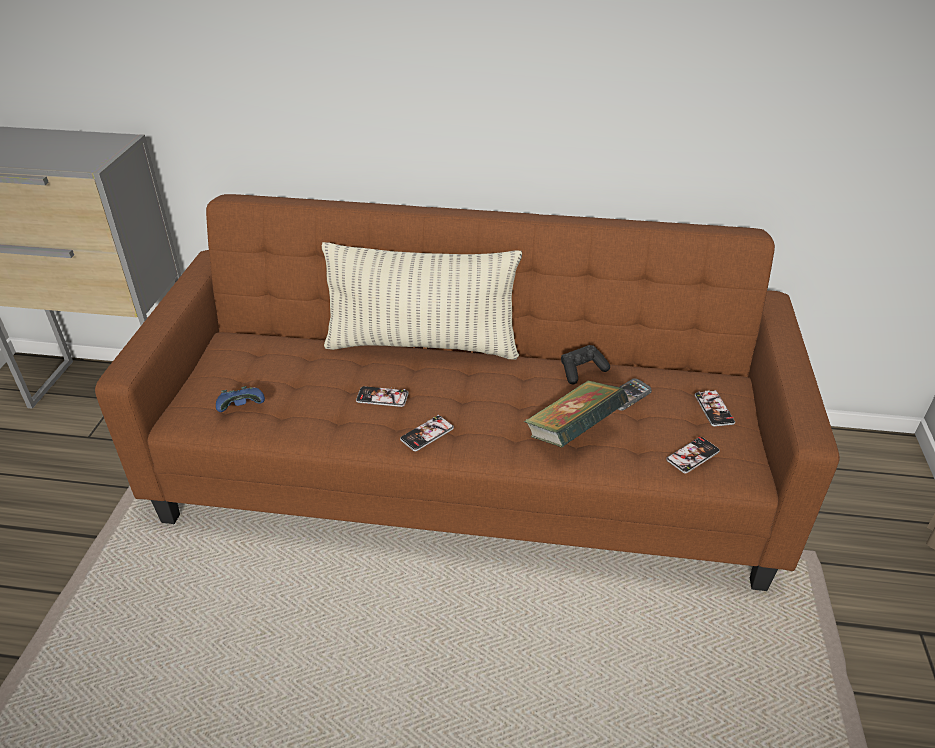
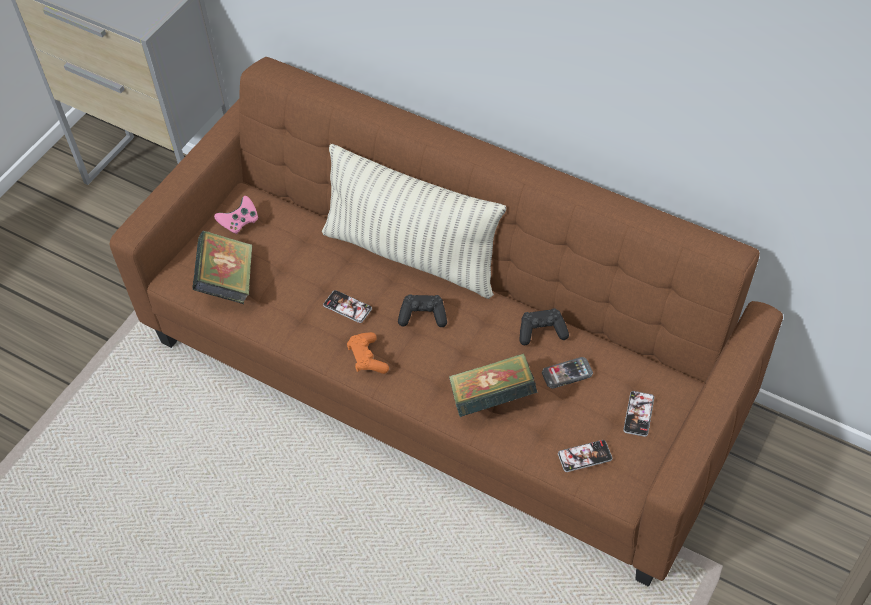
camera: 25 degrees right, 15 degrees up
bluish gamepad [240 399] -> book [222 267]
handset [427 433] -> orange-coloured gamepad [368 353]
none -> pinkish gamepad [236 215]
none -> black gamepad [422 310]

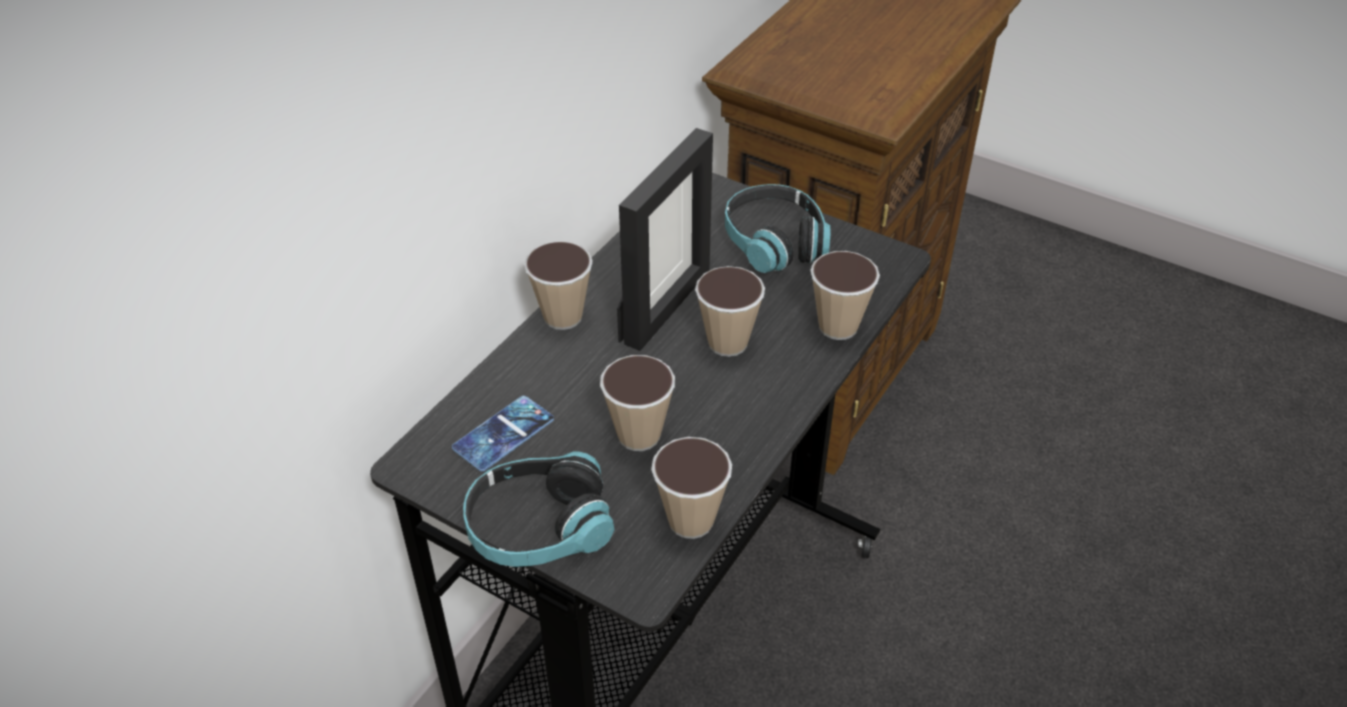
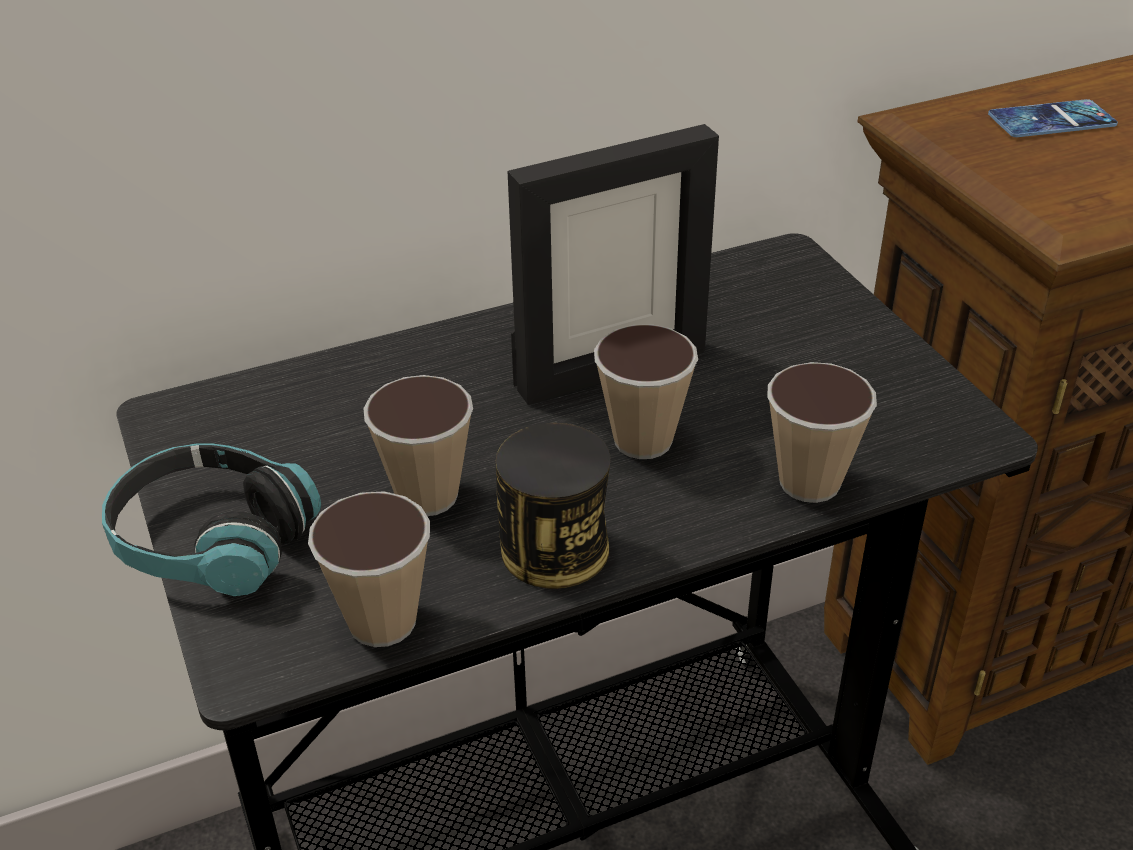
camera: 35 degrees right, 5 degrees down
handset [503 434] -> handset [1053 118], moved
small cup [558 285] -> none
pair of headphones [778 228] -> none
none -> metal can [553 506]

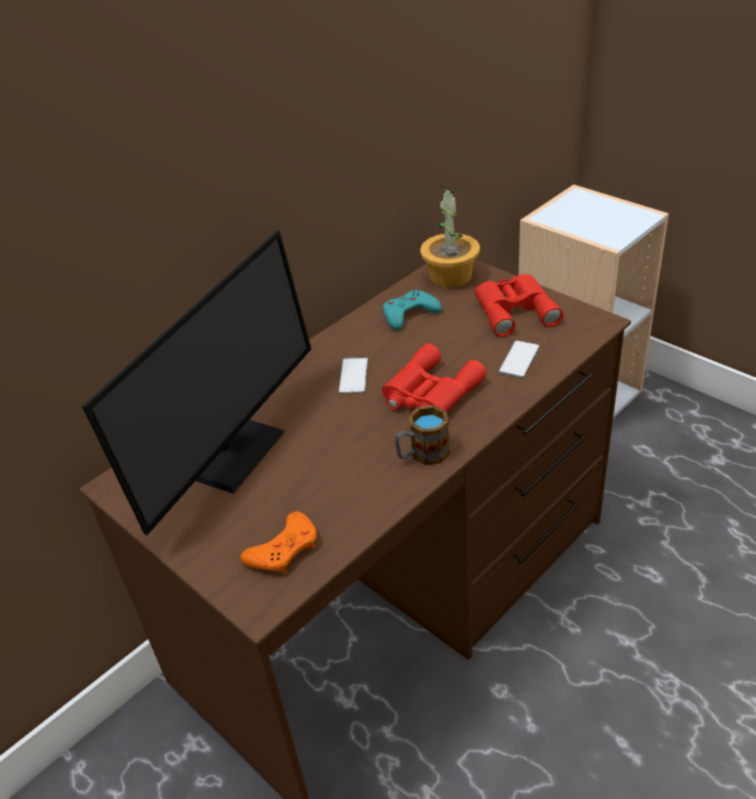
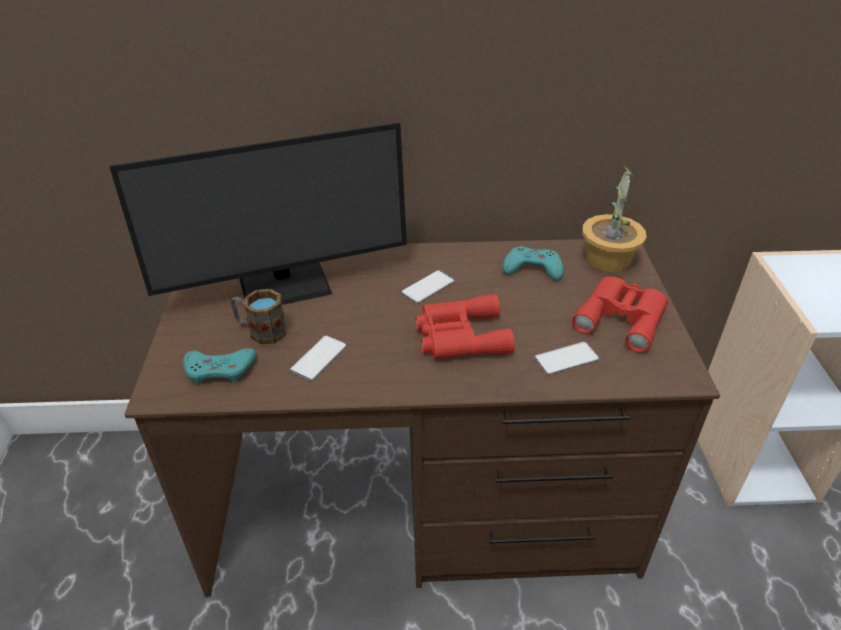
camera: 40 degrees right, 0 degrees up
orange-coloured gamepad [278 543] -> turquoise-coloured gamepad [219 367]
coffee mug [422 435] -> coffee mug [258 316], moved
none -> handset [318 358]

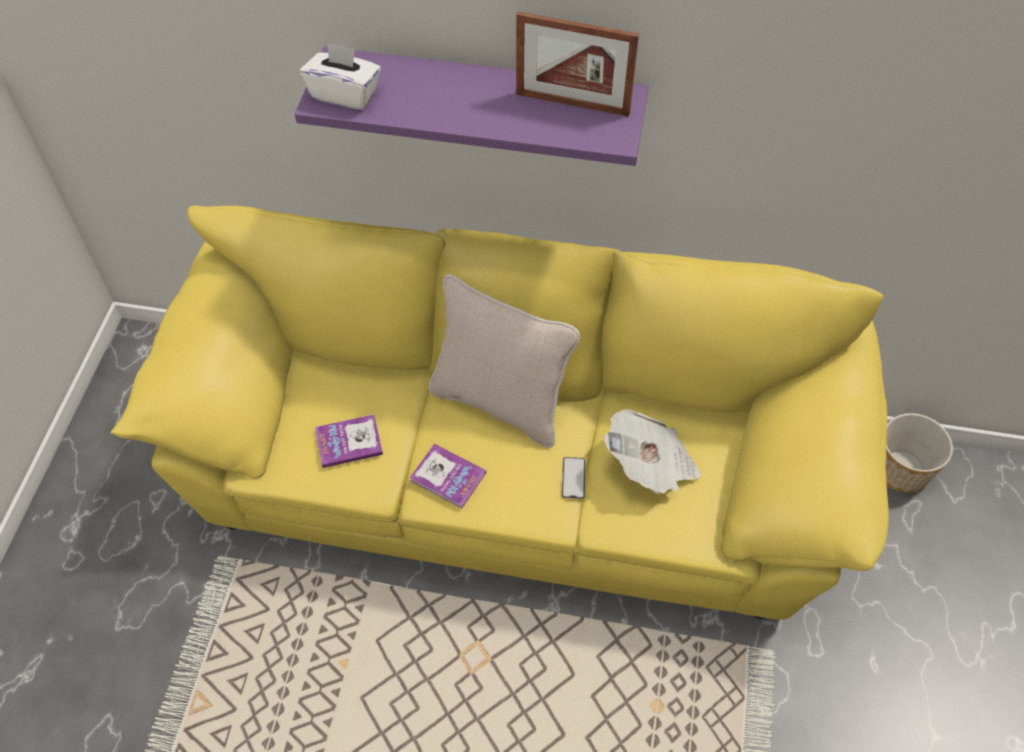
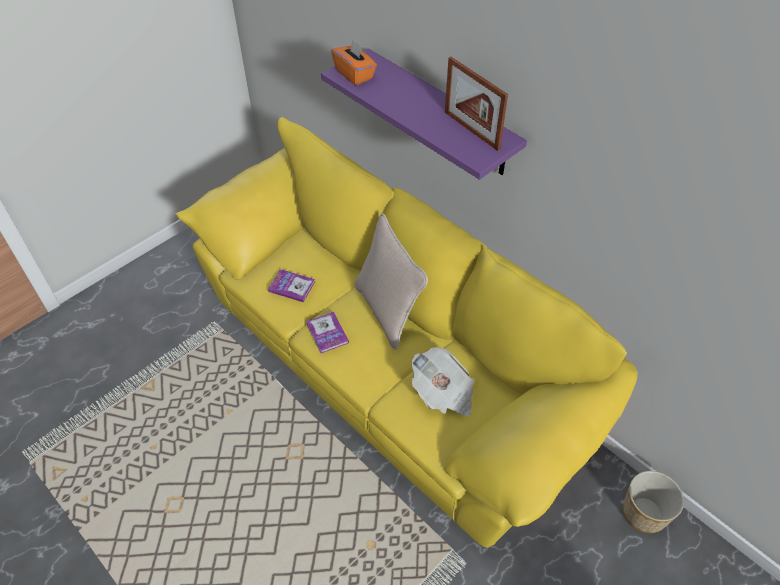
camera: 35 degrees right, 5 degrees down
white-coloured tissue holder [340 76] -> orange-coloured tissue holder [354 62]
handset [574 478] -> none

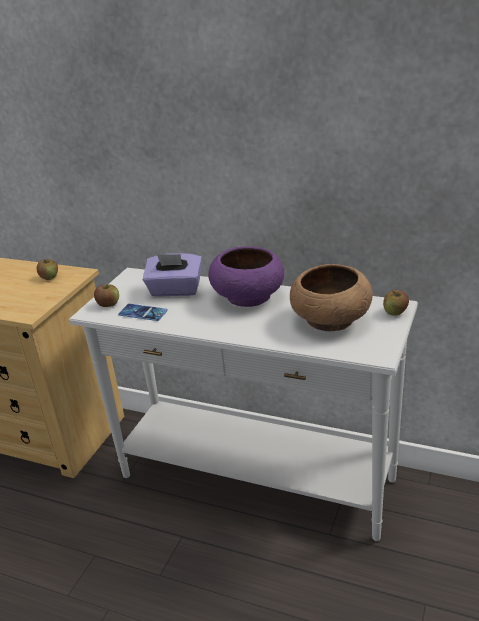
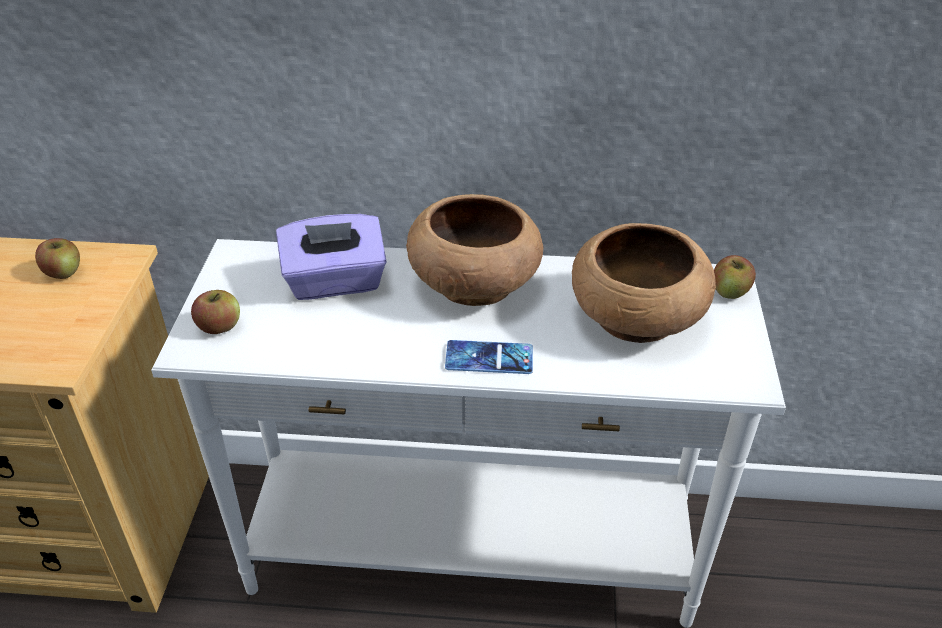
camera: 20 degrees left, 10 degrees up
handset [143 312] -> handset [489 357], moved
purple-coloured deep dish [246 276] -> brownish deep dish [474 250]

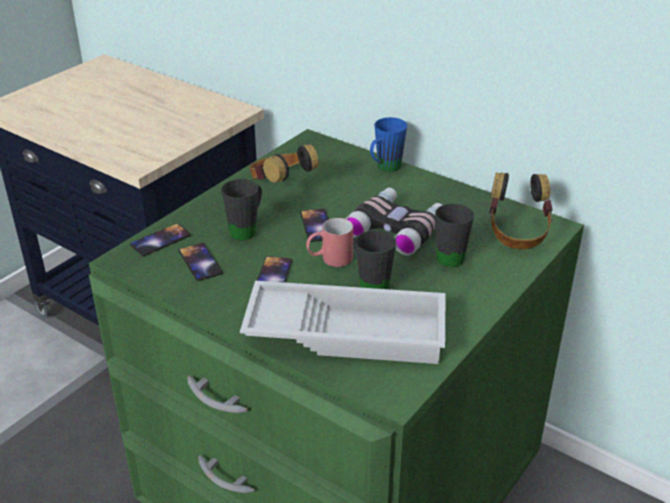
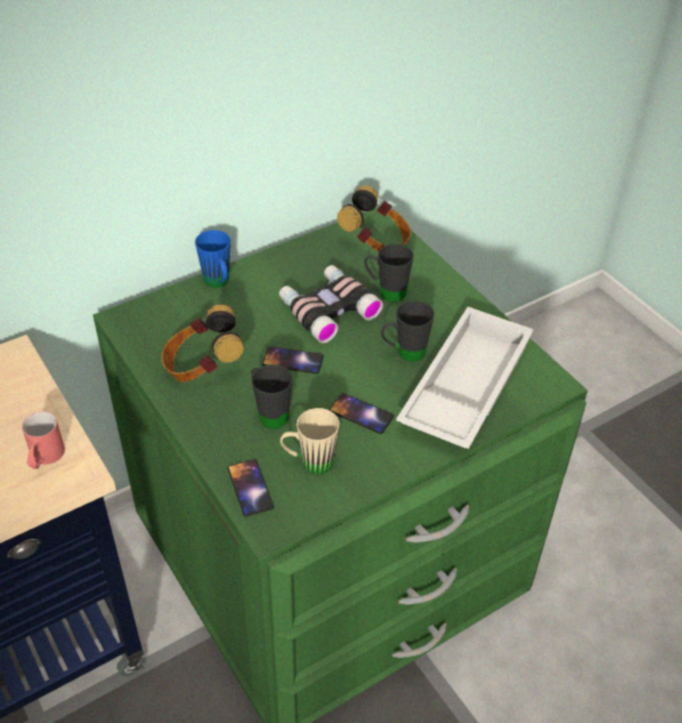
camera: 70 degrees left, 10 degrees up
handset [200 262] -> beige coffee mug [309 441]
red coffee mug [329 242] -> red coffee mug [43 440], moved

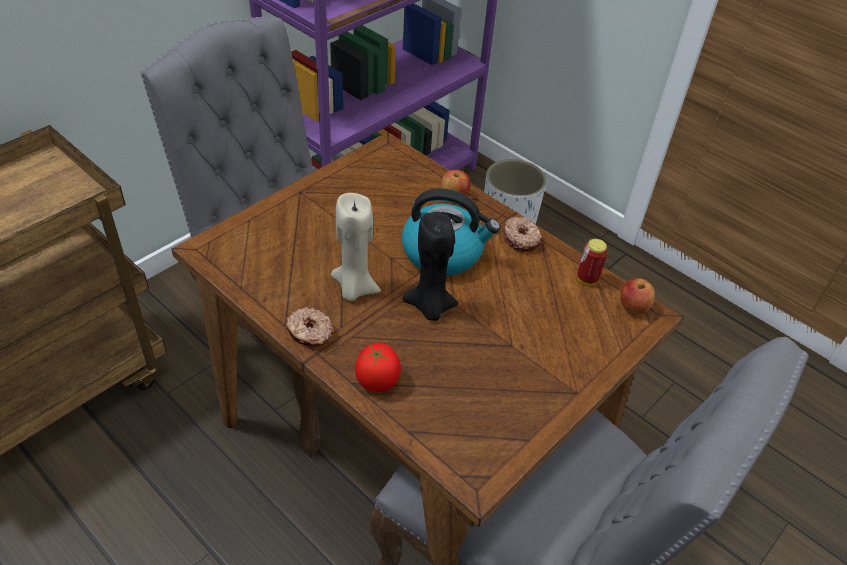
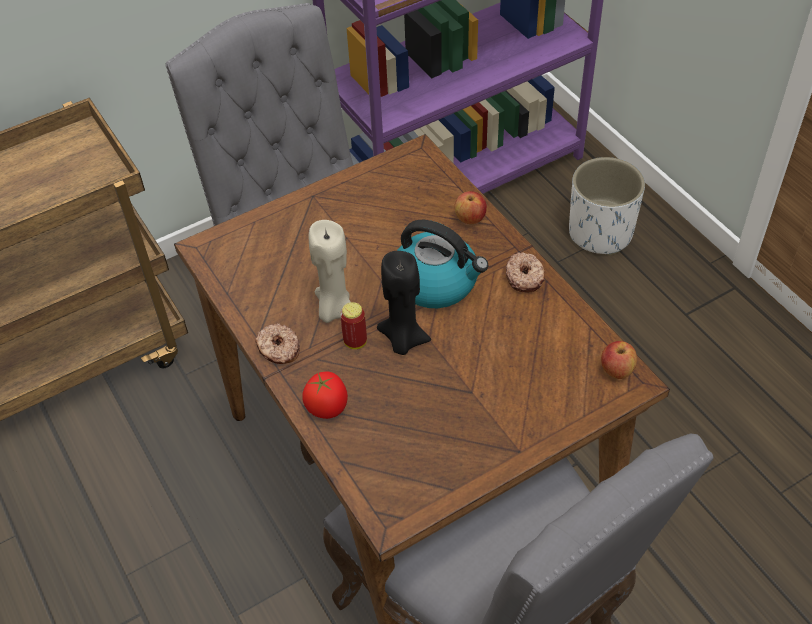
camera: 20 degrees right, 5 degrees up
metal can [592 262] -> metal can [353 325], moved

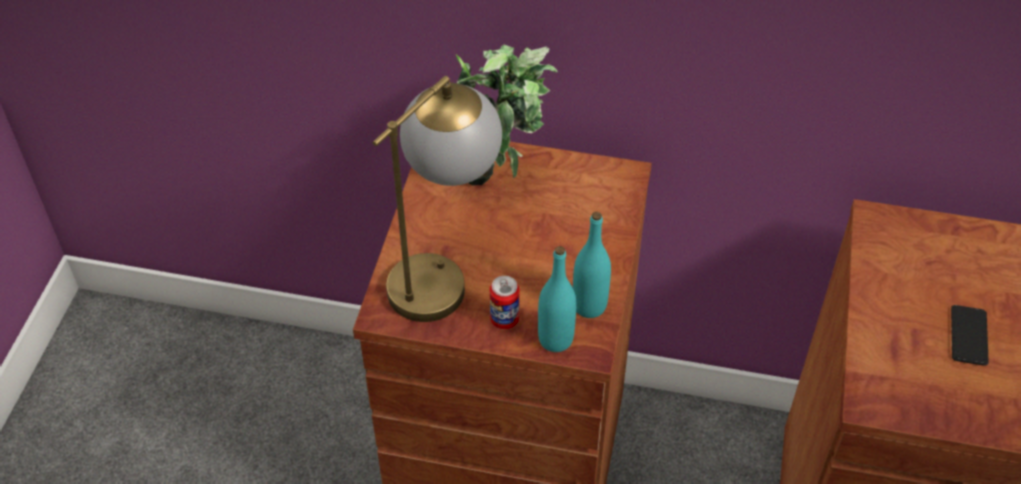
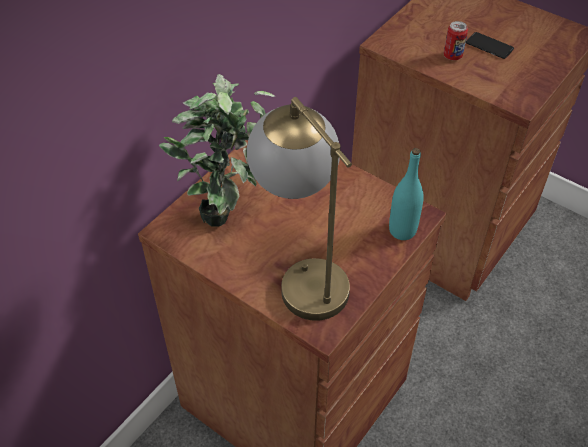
camera: 65 degrees left, 0 degrees up
metal can [505 302] -> metal can [455 40], moved
turquoise-coloured bottle [592 265] -> none

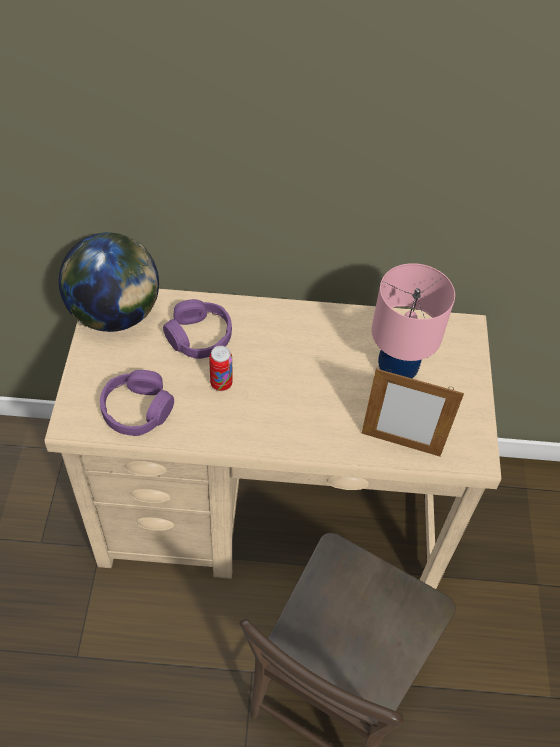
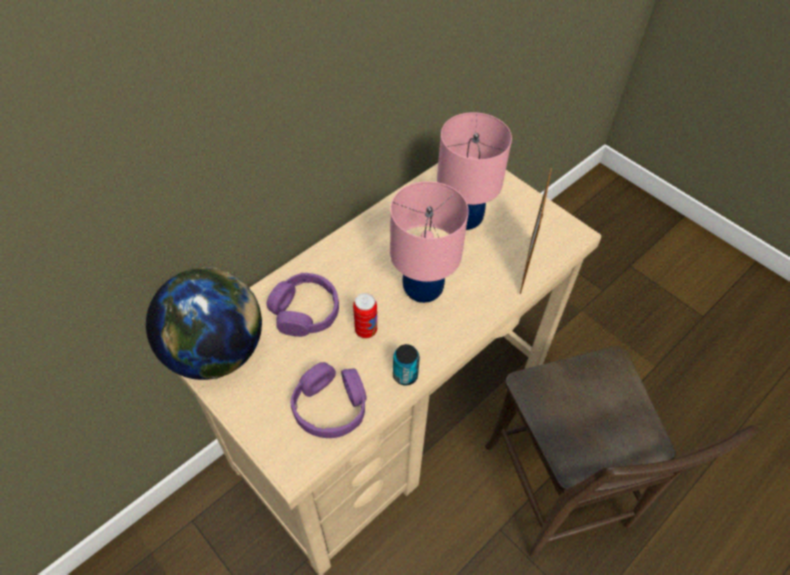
camera: 45 degrees left, 0 degrees up
photo frame [413 412] -> photo frame [536 231], 135 degrees clockwise
none -> pinkish lamp for a table [429 242]
none -> metal can [406 364]

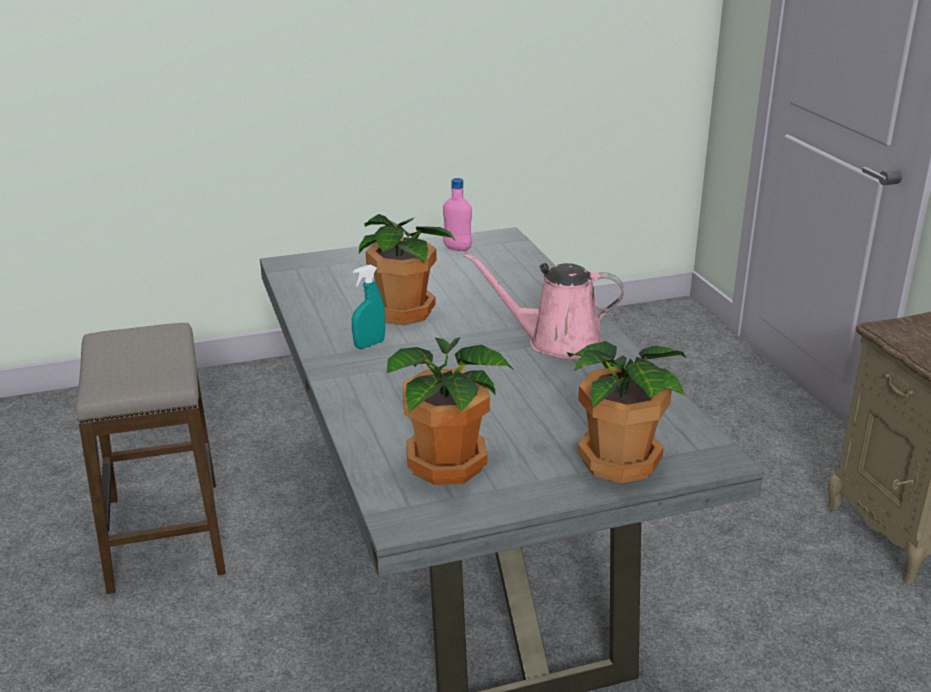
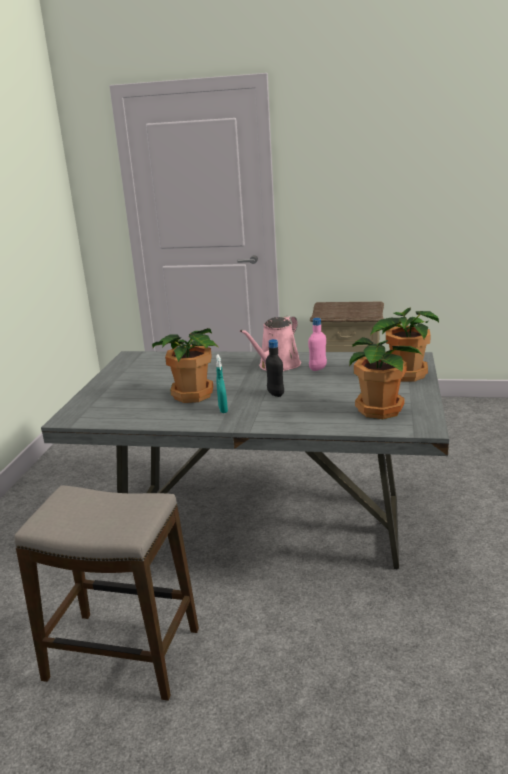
camera: 60 degrees left, 5 degrees down
pinkish bottle [457 214] -> pinkish bottle [317 344], moved
none -> black bottle [275 368]

